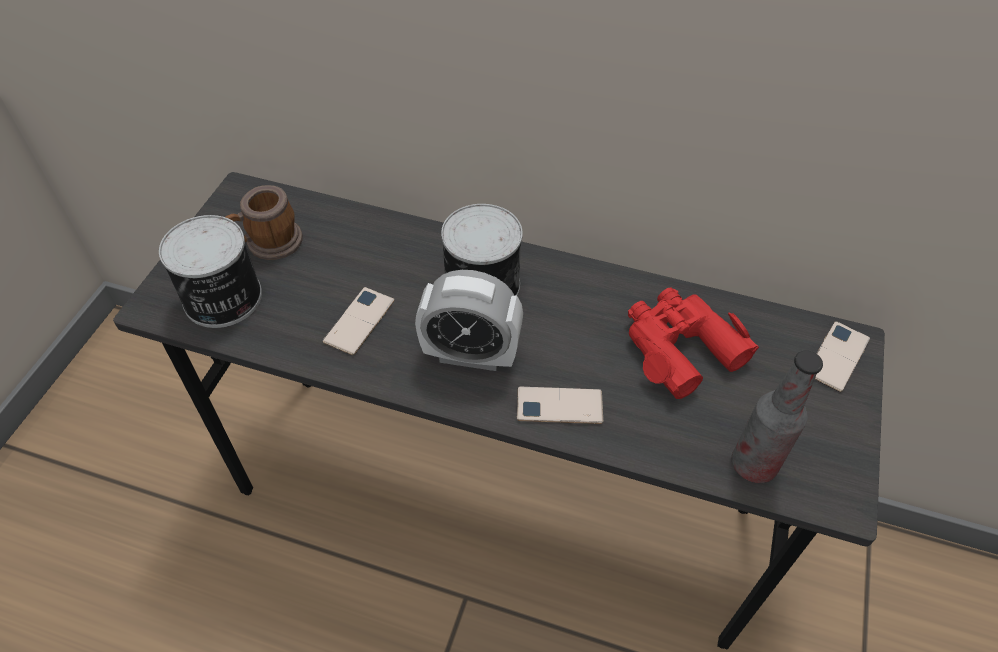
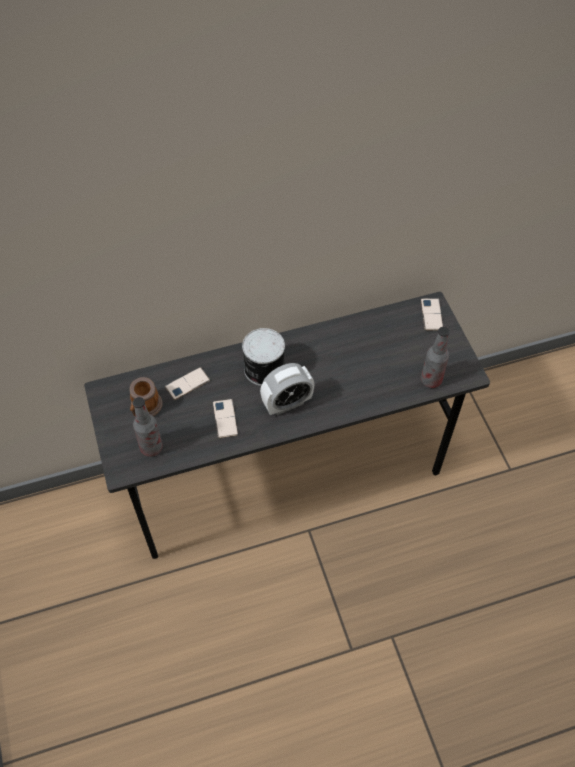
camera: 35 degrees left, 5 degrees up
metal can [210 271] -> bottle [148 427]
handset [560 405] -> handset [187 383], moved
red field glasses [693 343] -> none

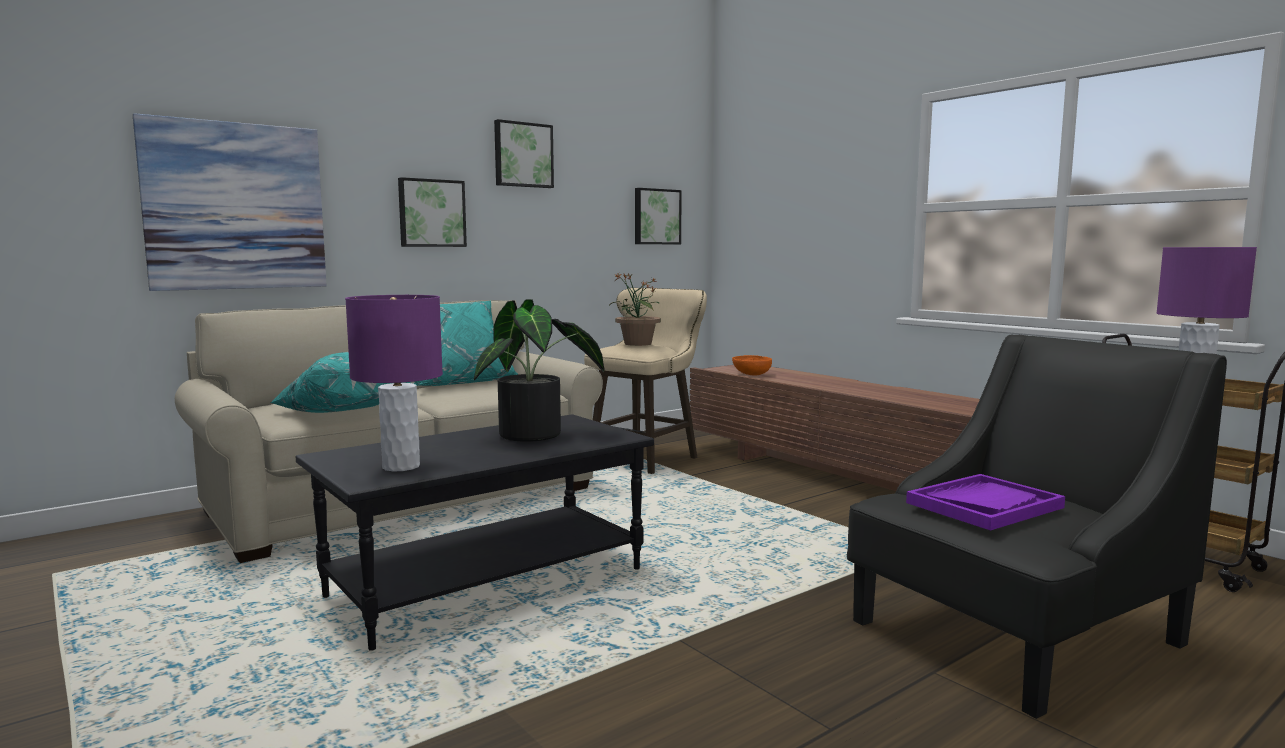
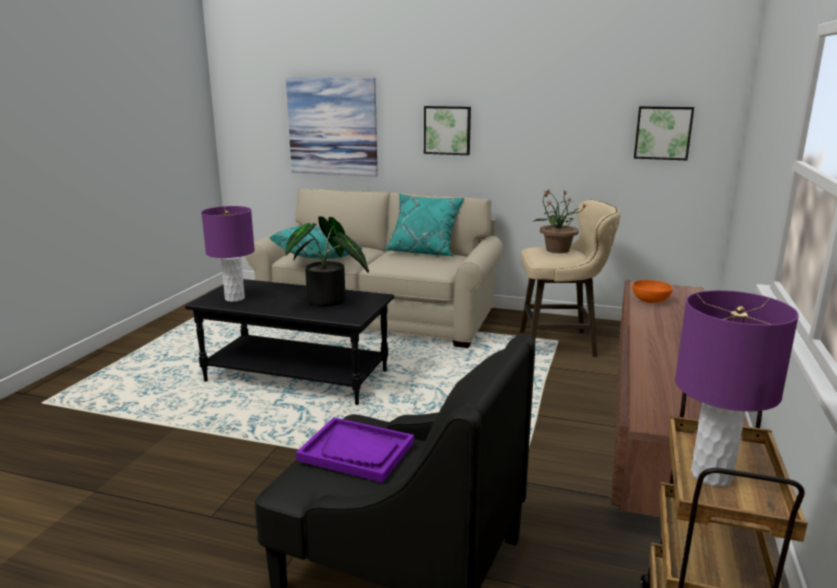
camera: 55 degrees right, 10 degrees up
wall art [524 153] -> none

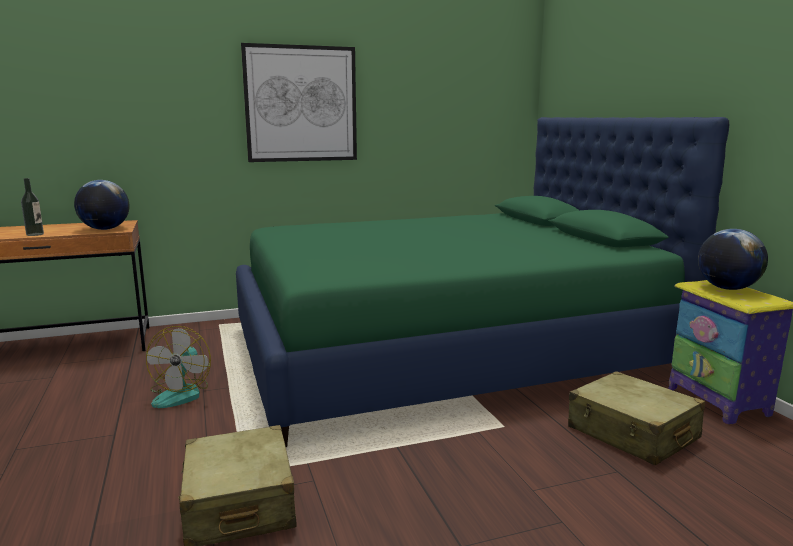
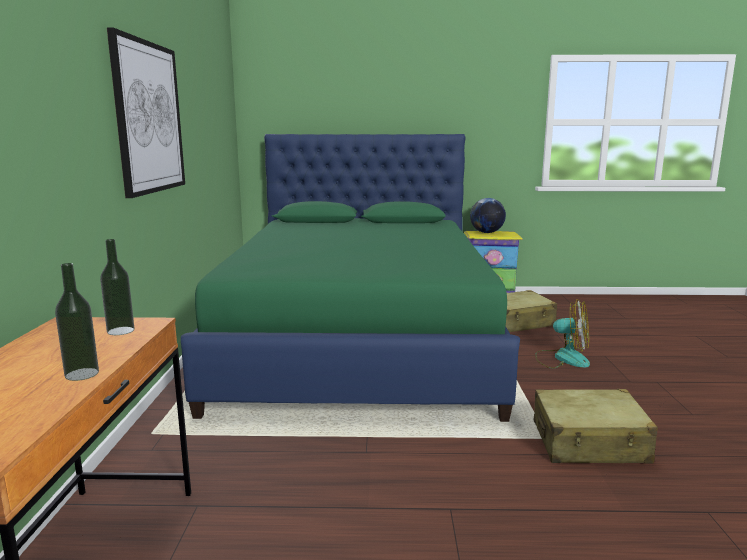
camera: 70 degrees left, 0 degrees up
globe [102 205] -> bottle [117 287]
electric fan [178 367] -> electric fan [562 333], moved

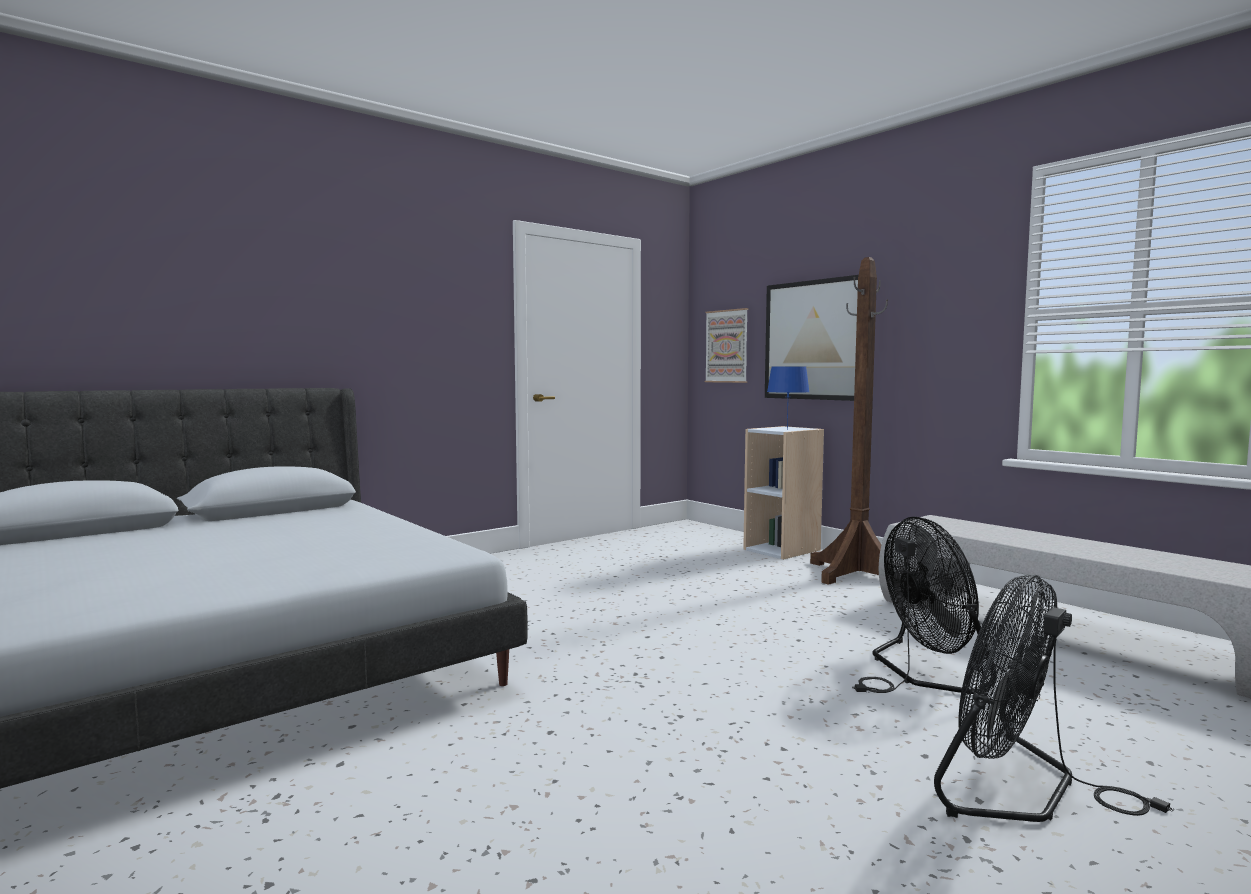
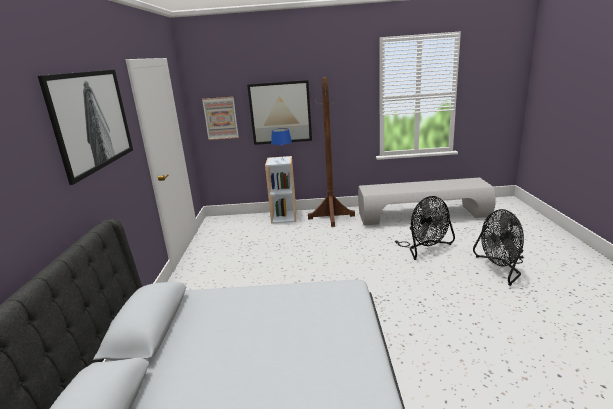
camera: 50 degrees left, 15 degrees up
black electric fan [924 605] -> black electric fan [425 228], 120 degrees clockwise
none -> wall art [85 127]

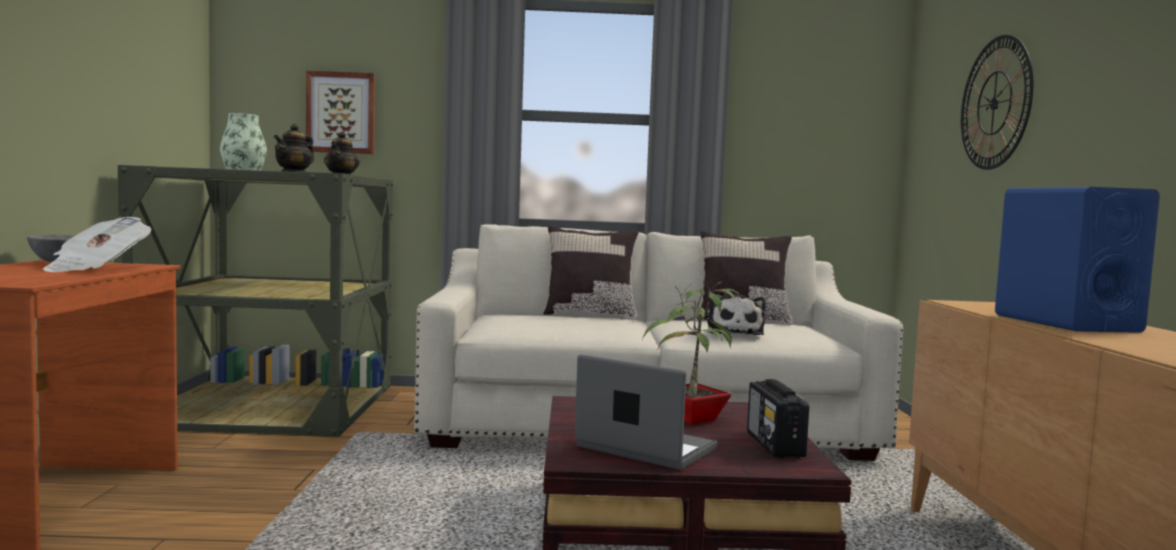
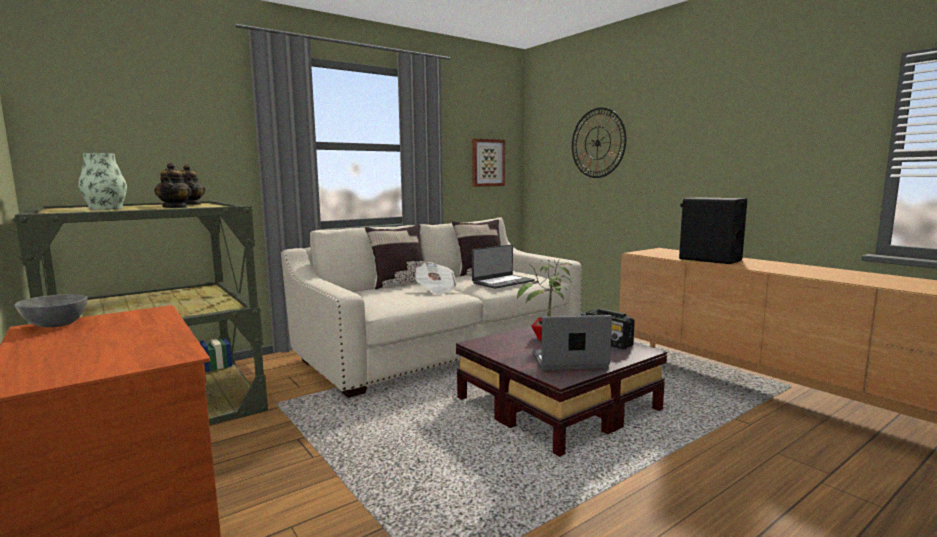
camera: 35 degrees left, 5 degrees up
printed paper [97 244] -> printed paper [436 278], moved
wall art [340 112] -> wall art [488 162], moved
soft toy [736 312] -> notebook computer [503 266]
bluish loudspeaker [1077 260] -> black loudspeaker [713 230]

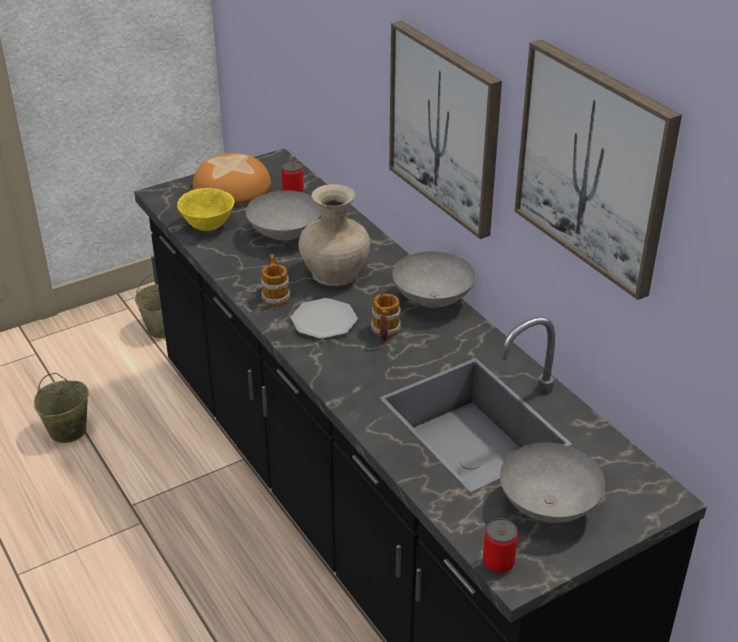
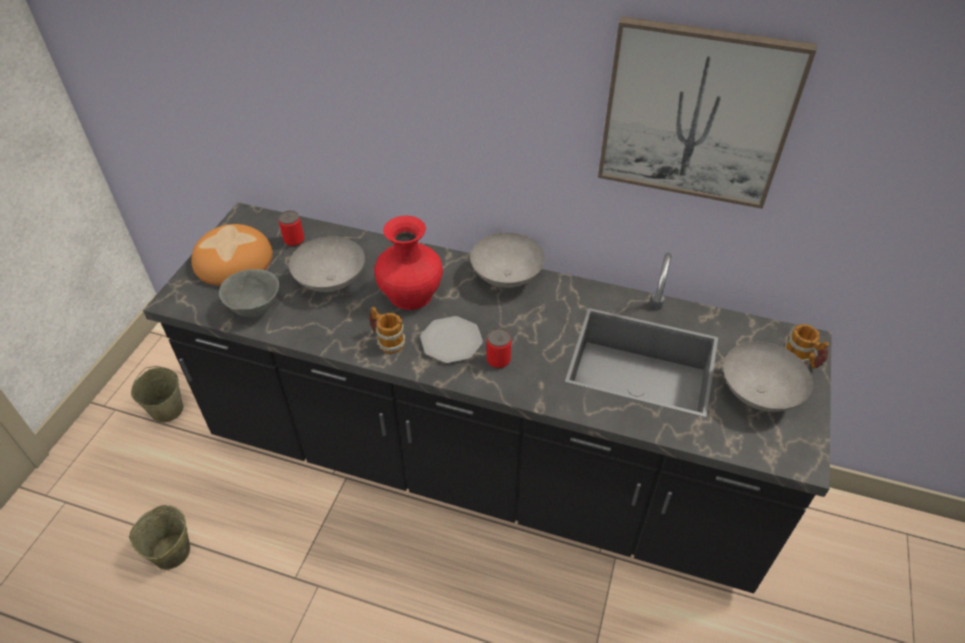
camera: 40 degrees left, 10 degrees up
yellowish deep dish [205 209] -> grey deep dish [249 293]
beige flower vase [334 235] -> red flower vase [408 262]
coffee mug [386 318] -> coffee mug [806 346], moved
wall art [445 130] -> none
metal can [500 545] -> metal can [499 348], moved

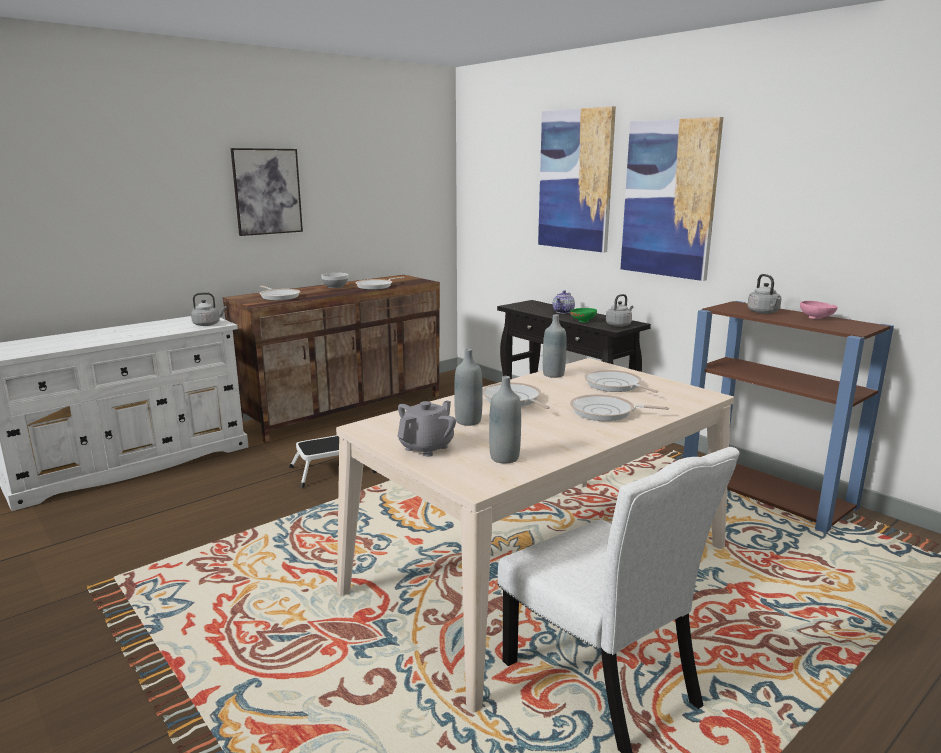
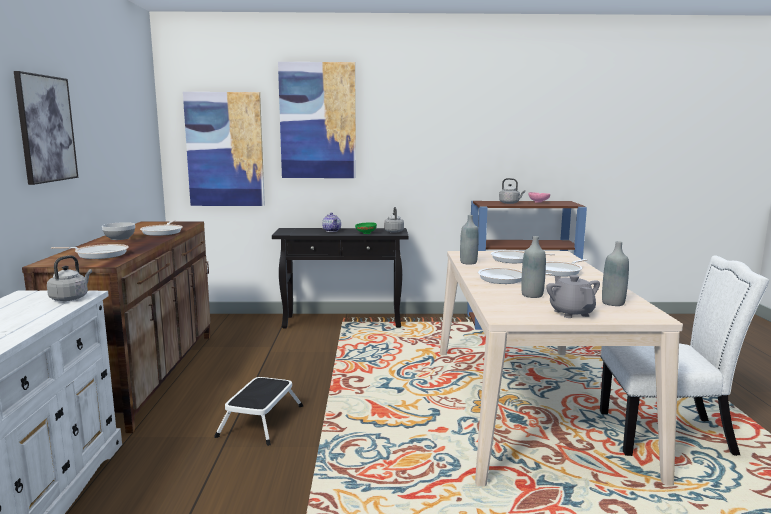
camera: 50 degrees left, 5 degrees down
wall art [672 199] -> wall art [224 149], moved

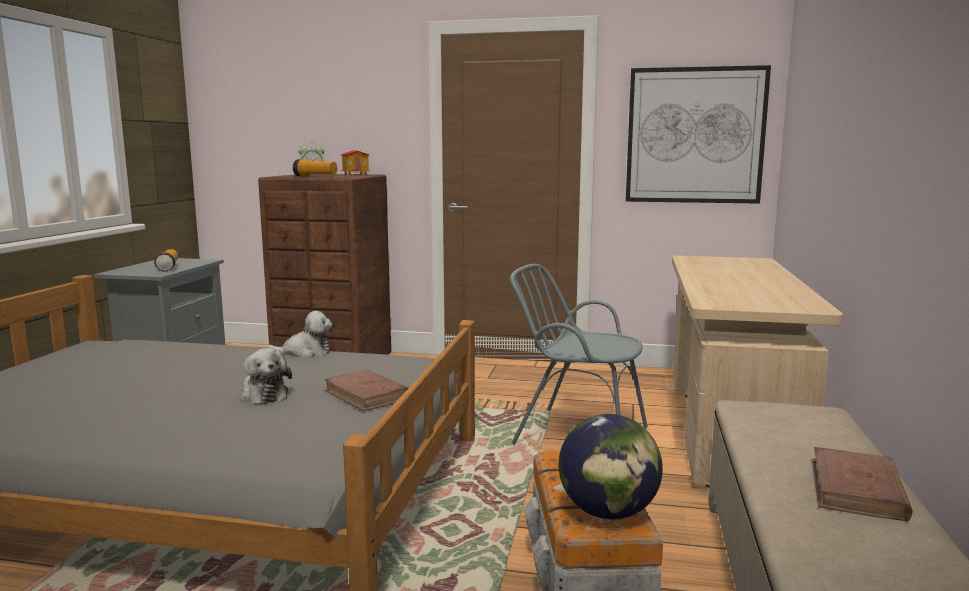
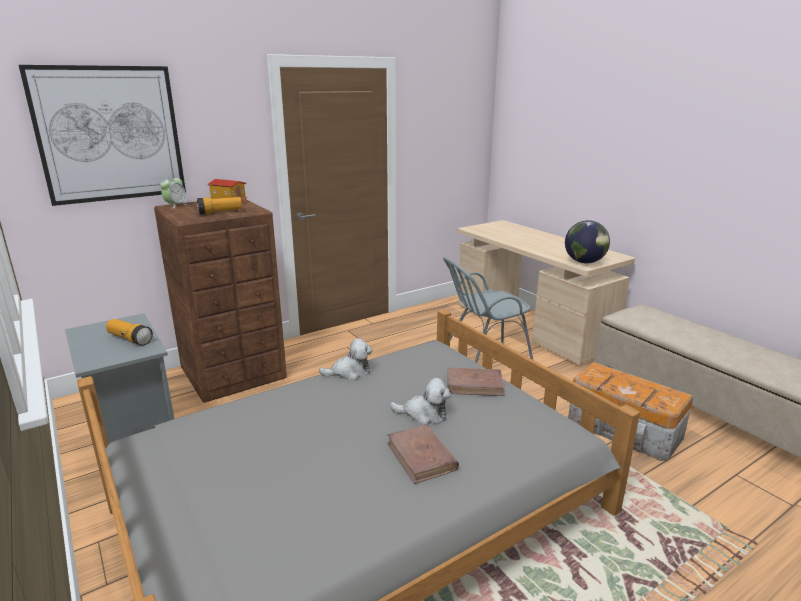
camera: 45 degrees left, 10 degrees up
soft toy [300 334] -> soft toy [346 359], 45 degrees clockwise
globe [611 466] -> globe [587 241], moved
wall art [698 134] -> wall art [102 135], moved
brownish book [863 484] -> brownish book [423 454], moved

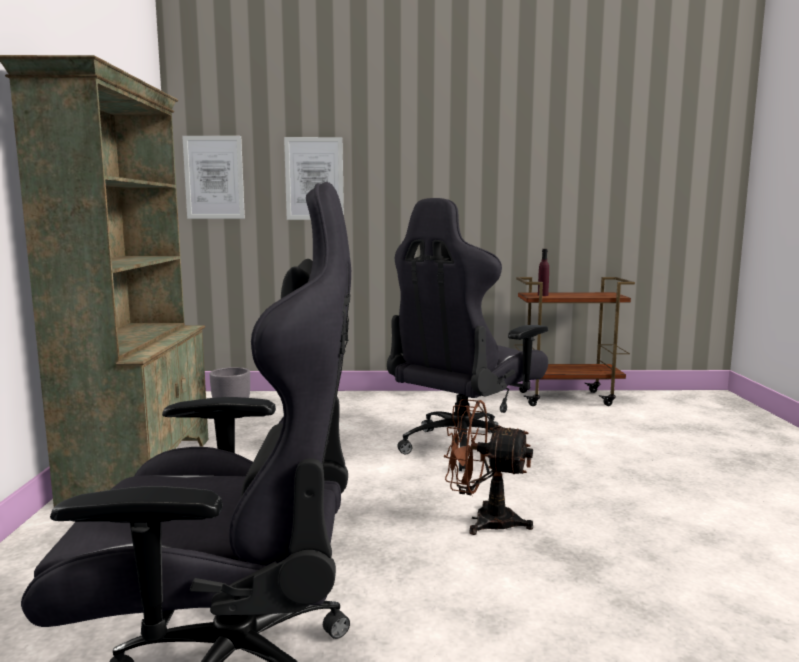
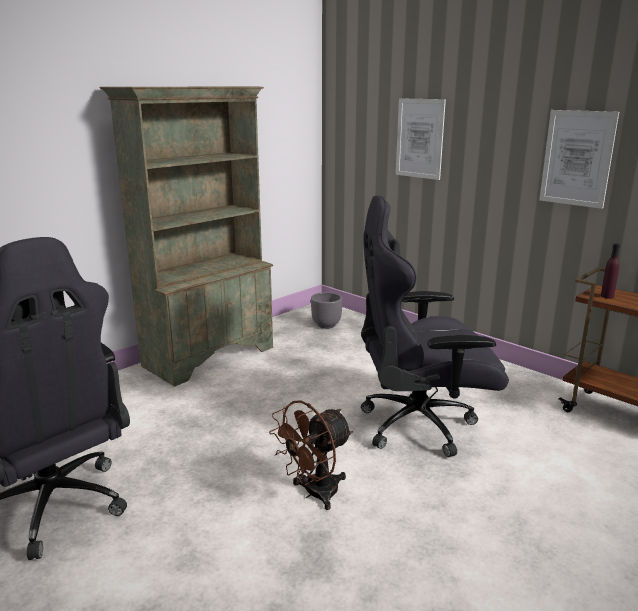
camera: 45 degrees right, 10 degrees up
wall art [213 177] -> wall art [579 159], moved
brownish electric fan [488 467] -> brownish electric fan [311 455], 105 degrees counterclockwise

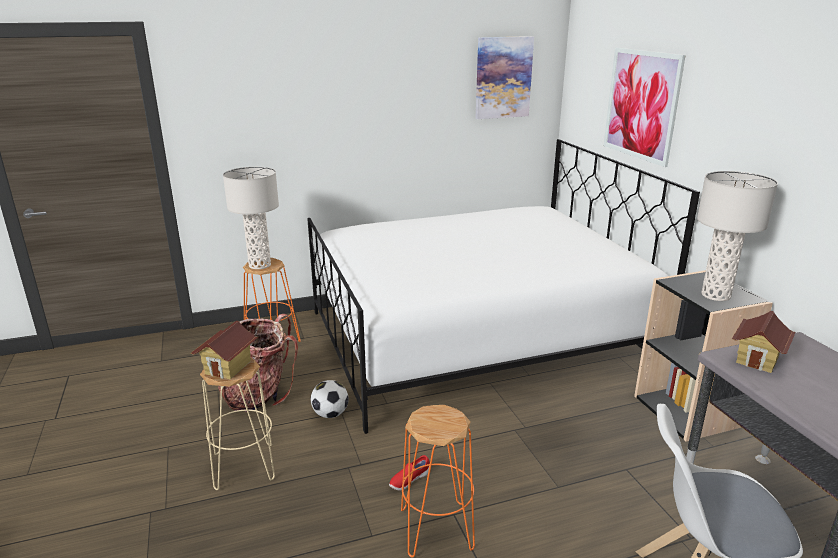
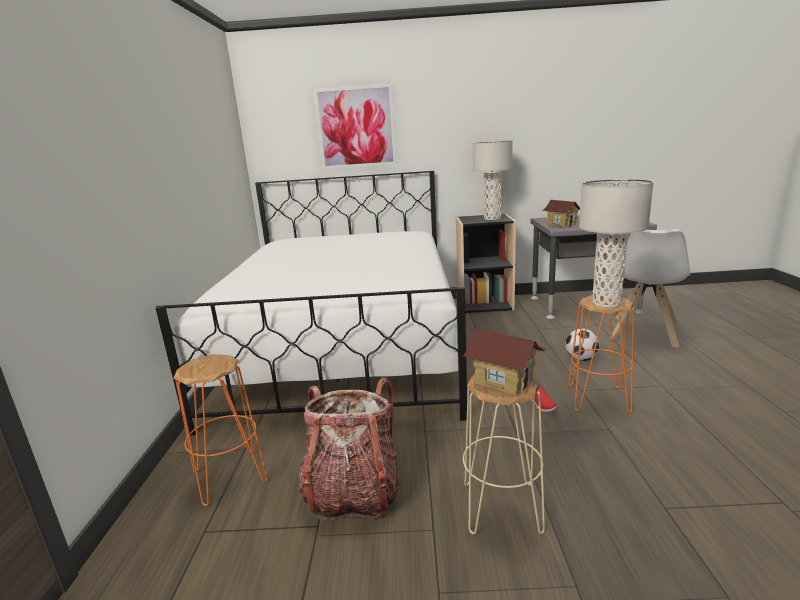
camera: 70 degrees left, 5 degrees down
white-coloured lamp for a table [251 218] -> white-coloured lamp for a table [616 243], moved
football [329 399] -> football [583 345], moved
wall art [504 77] -> none

